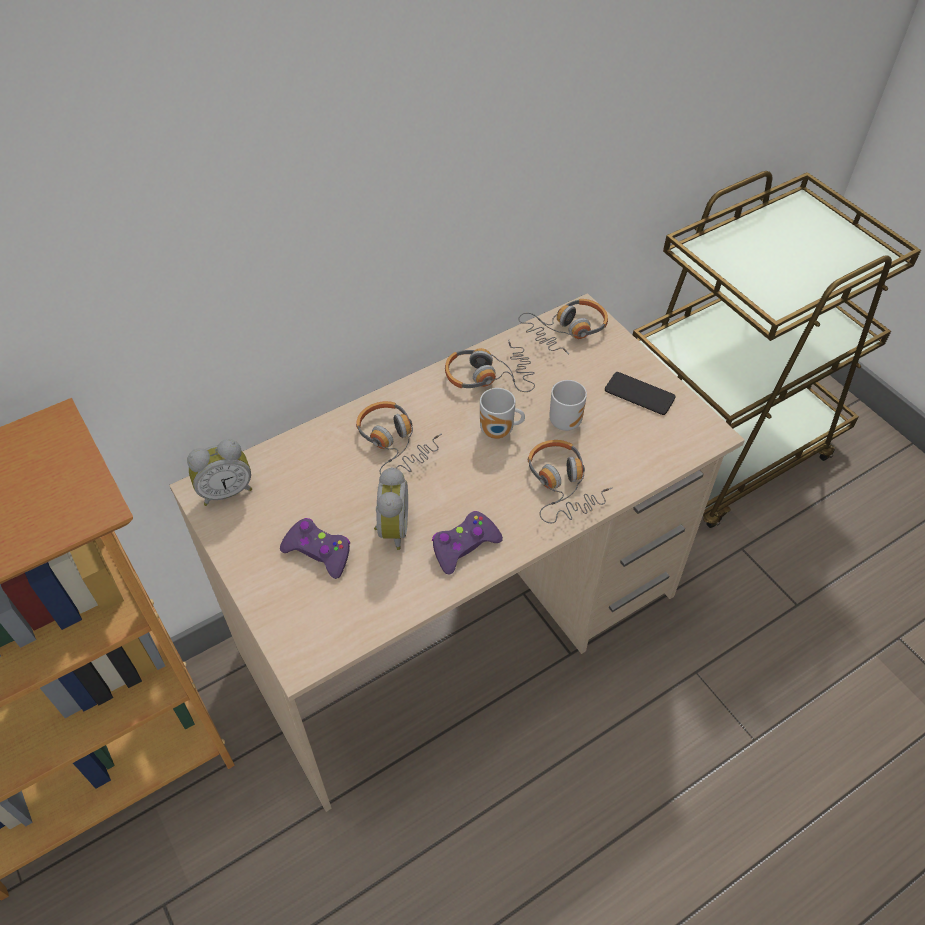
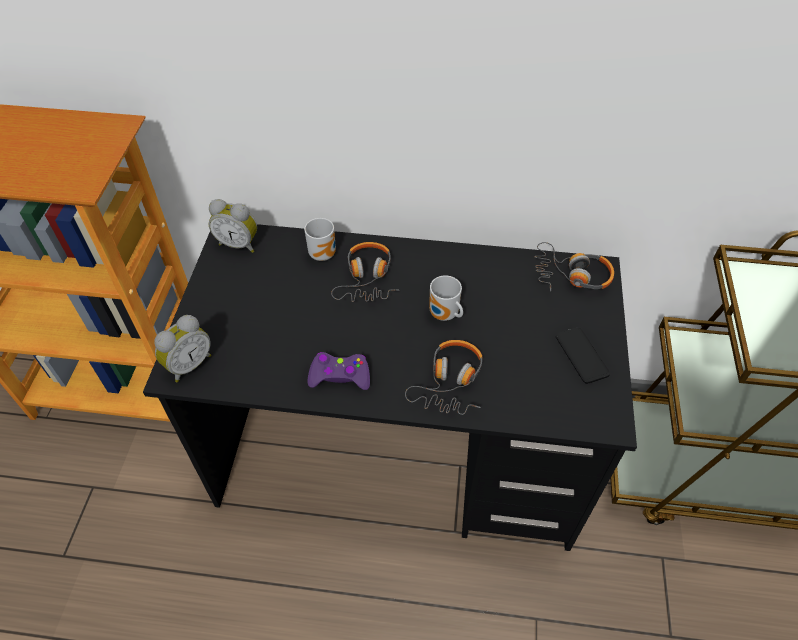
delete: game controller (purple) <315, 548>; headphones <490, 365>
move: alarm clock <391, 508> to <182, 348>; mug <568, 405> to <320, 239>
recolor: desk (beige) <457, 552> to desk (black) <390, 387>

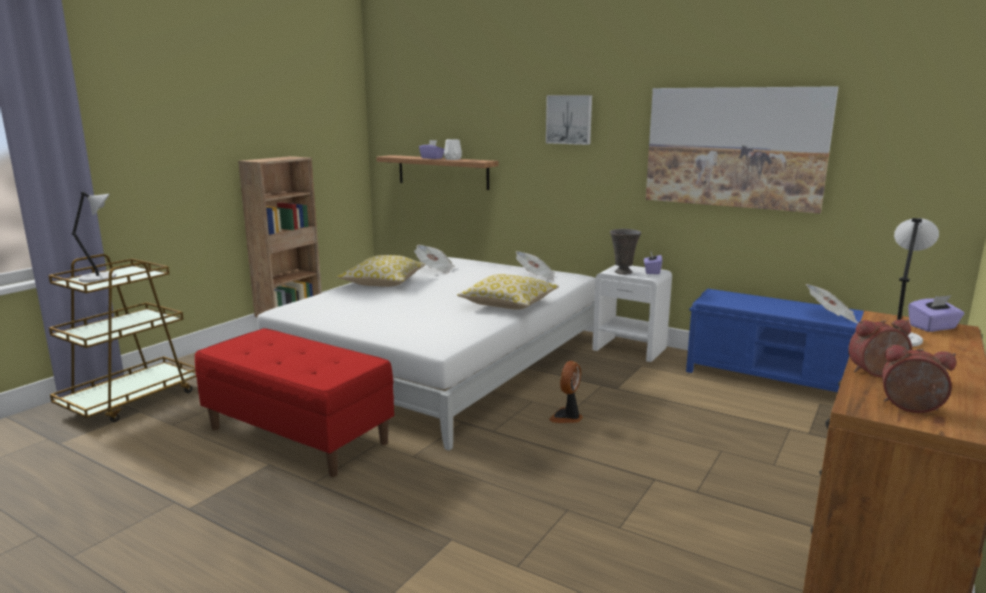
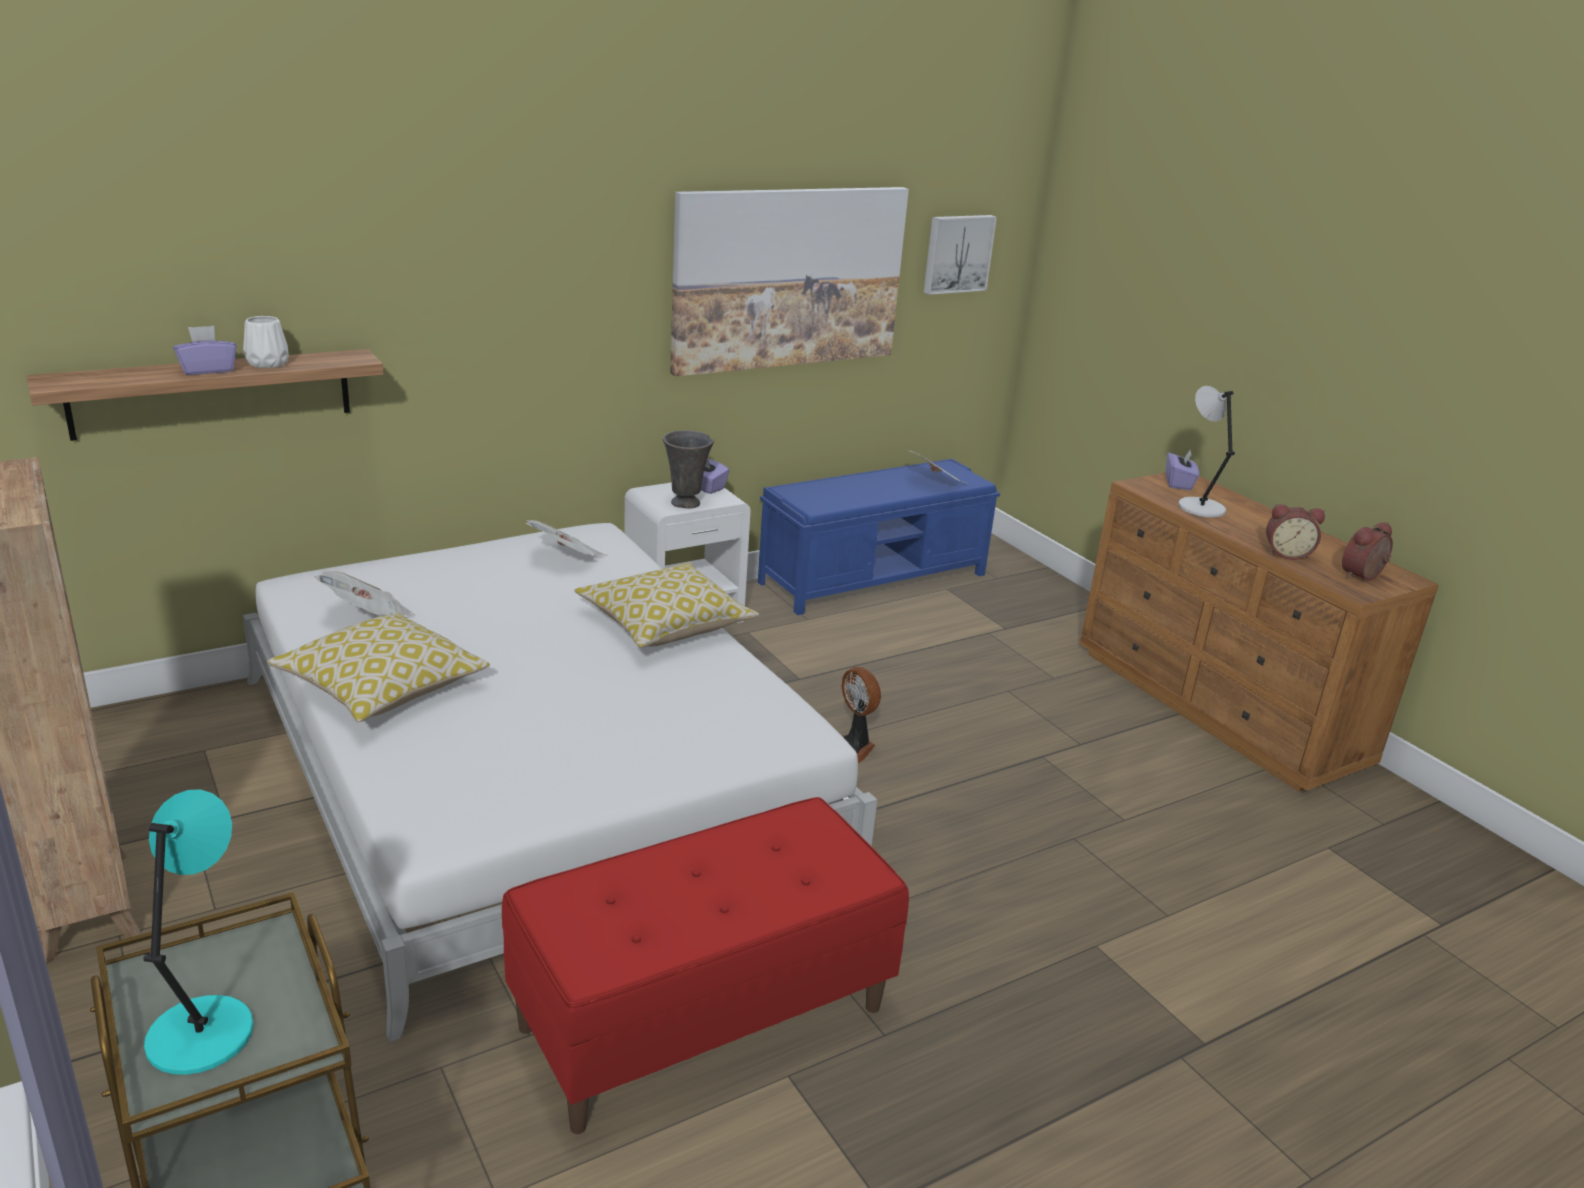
move: picture <569, 120> to <960, 255>
recolor: table lamp (grey) <94, 237> to table lamp (turquoise) <198, 932>
rotate: alarm clock <880, 348> = <1295, 532> 105 degrees counterclockwise

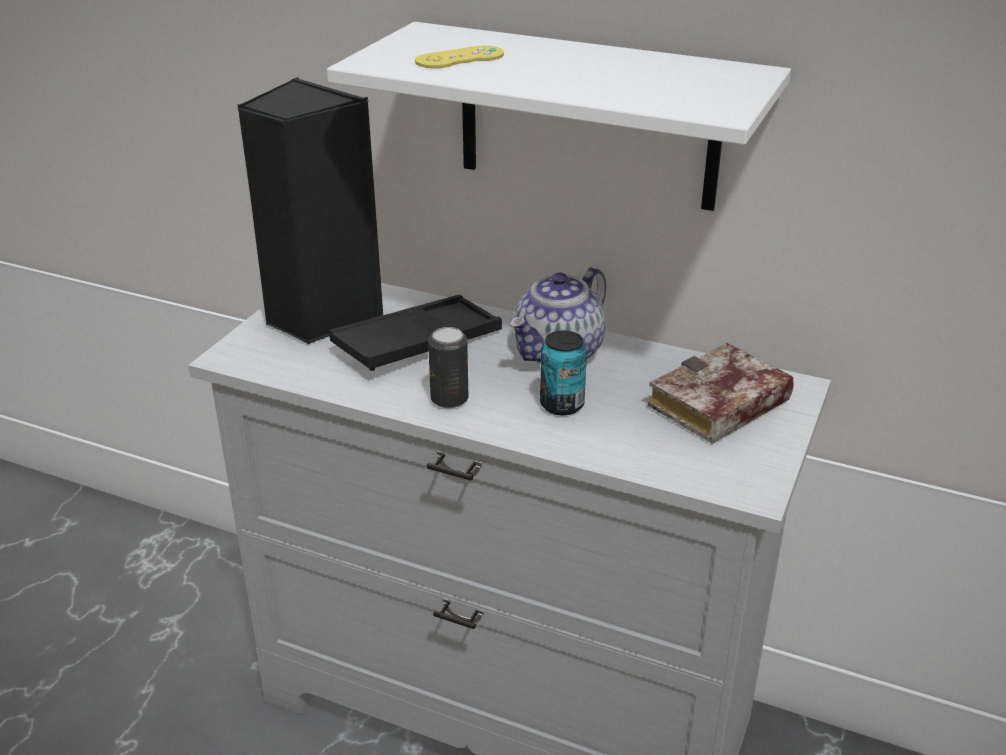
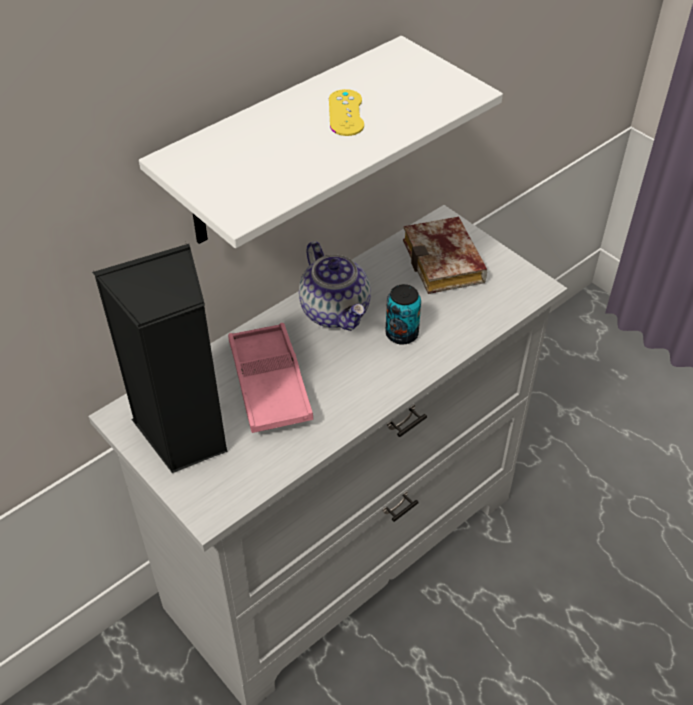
delete: can <448, 367>
move: game controller (yellow) <459, 57> to <346, 112>
recolor: tray (black) <415, 333> to tray (pink) <270, 378>

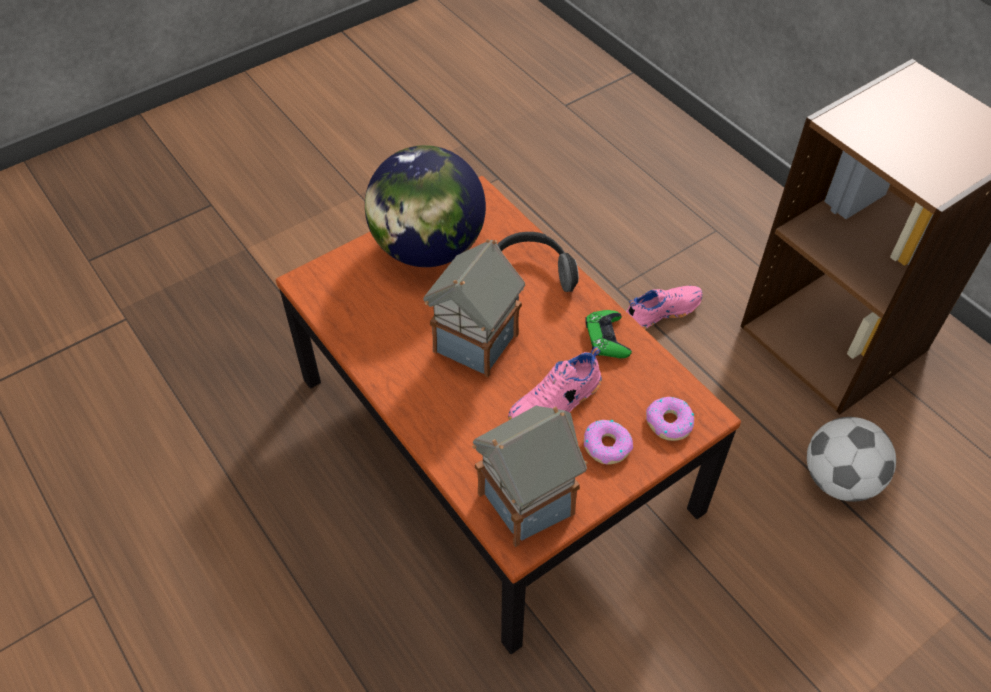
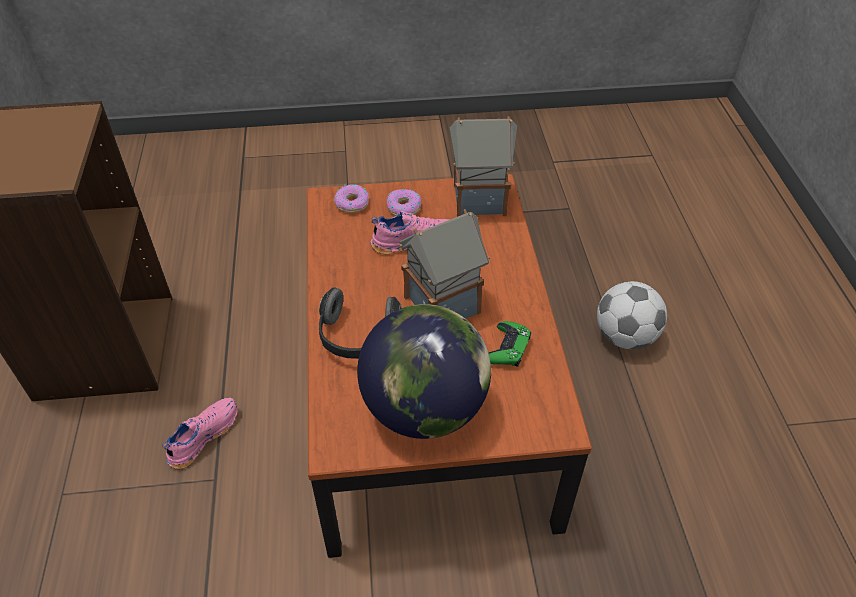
move: game controller (green) <608, 334> to <510, 344>; football <851, 459> to <632, 315>
rotate: shoe (pink) <664, 308> = <200, 433> 120 degrees clockwise

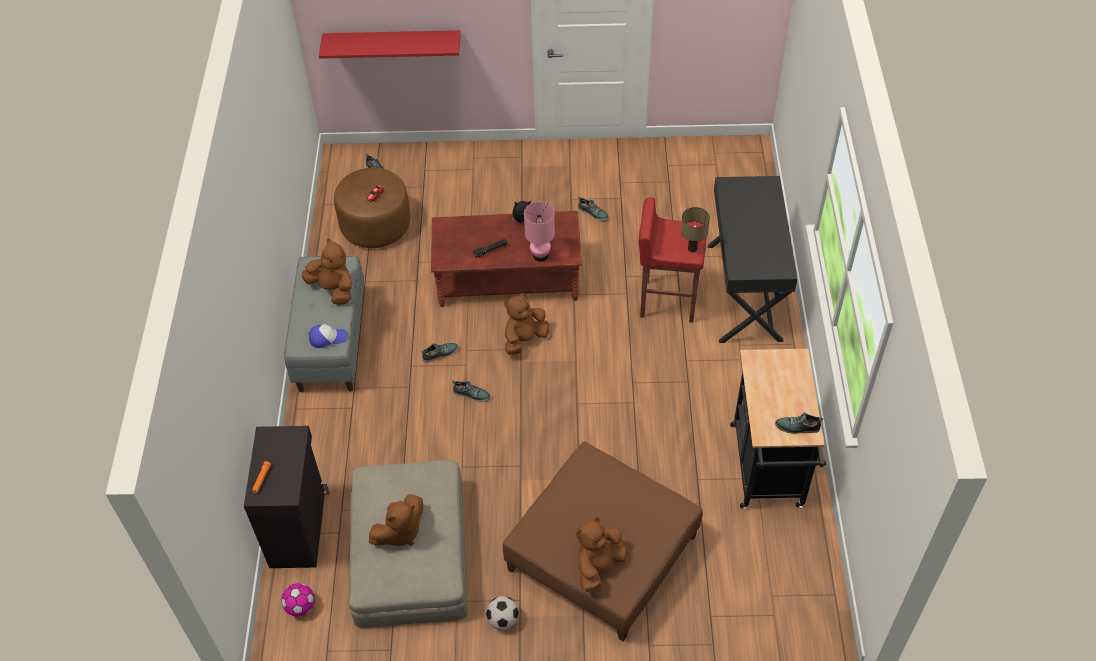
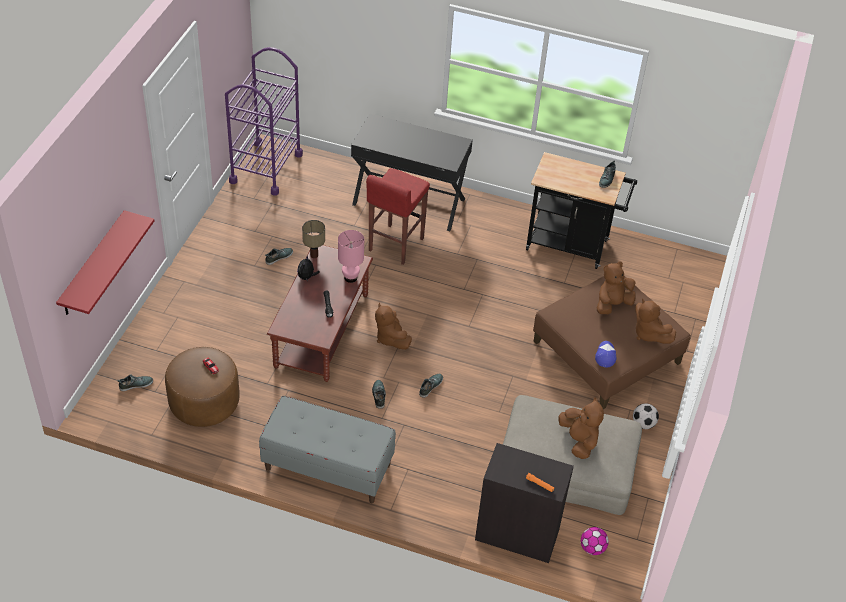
insert: cart (purple) <264, 121>
move: plush toy (brown) <327, 271> to <616, 288>; cap <328, 336> to <605, 354>; table lamp <695, 229> to <313, 239>

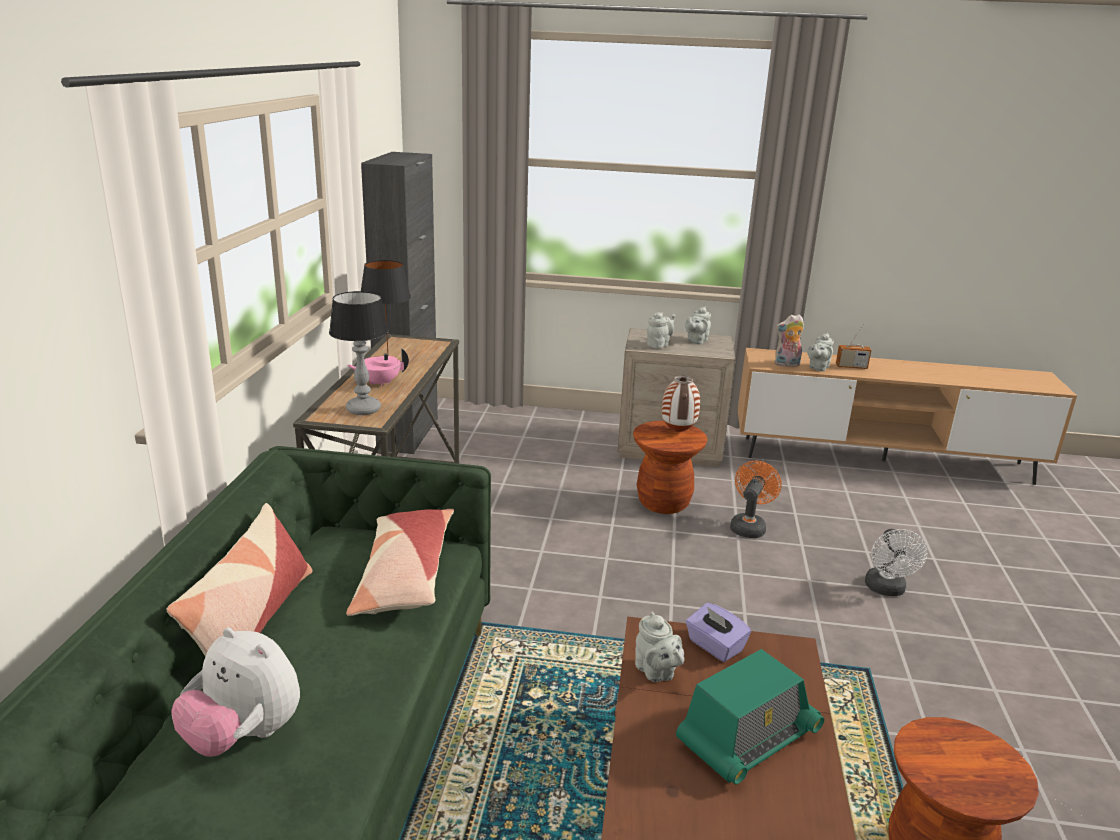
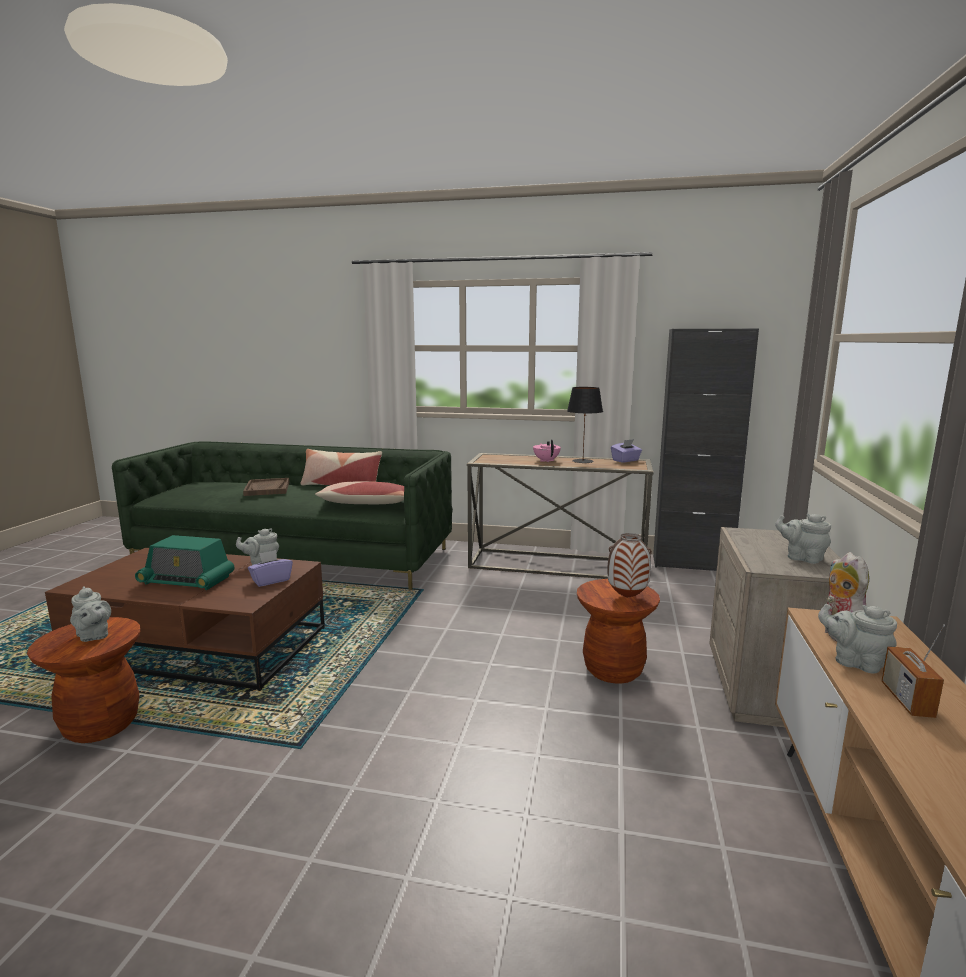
delete: table lamp <359, 353>; fan (orange) <756, 499>; fan (white) <896, 562>
insert: tissue box (purple) <626, 451>
move: teapot (grey) <661, 330> to <90, 614>
replace: plush toy <235, 692> to tray (brown) <266, 487>
rotate: radio <750, 717> = <184, 562> 45 degrees counterclockwise

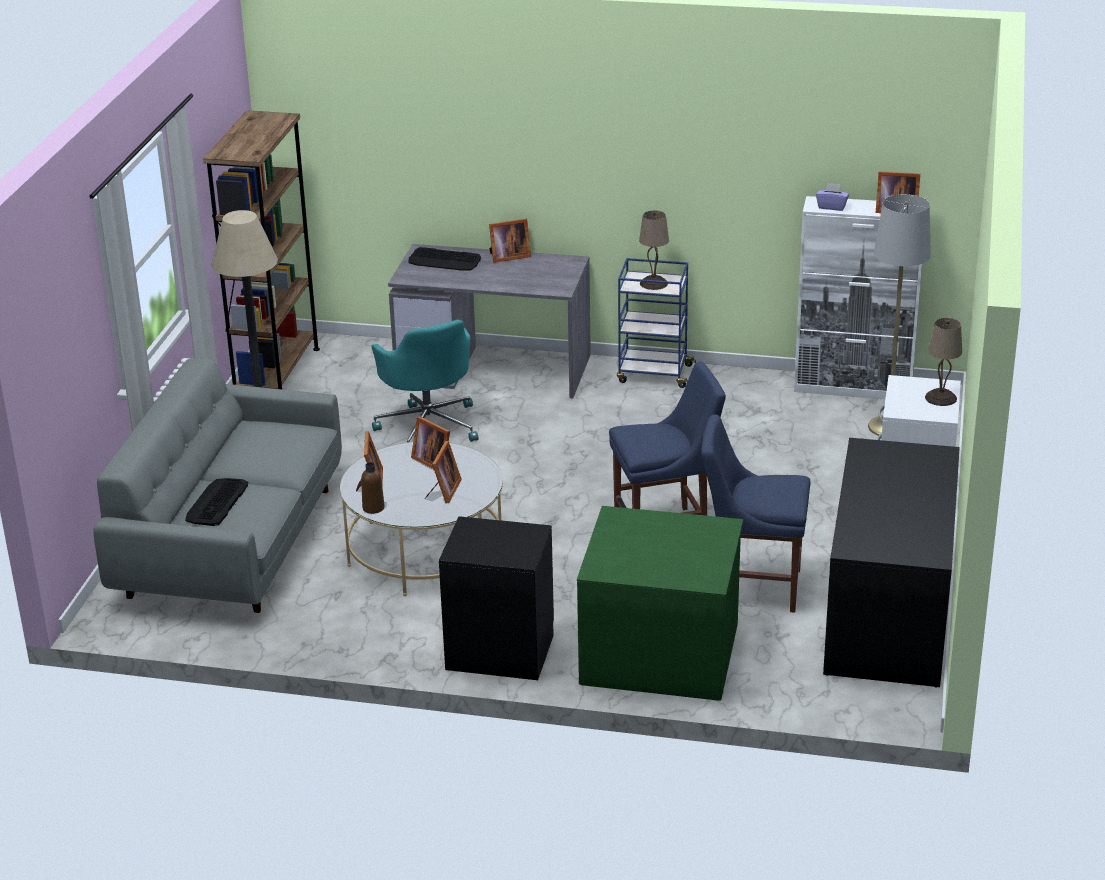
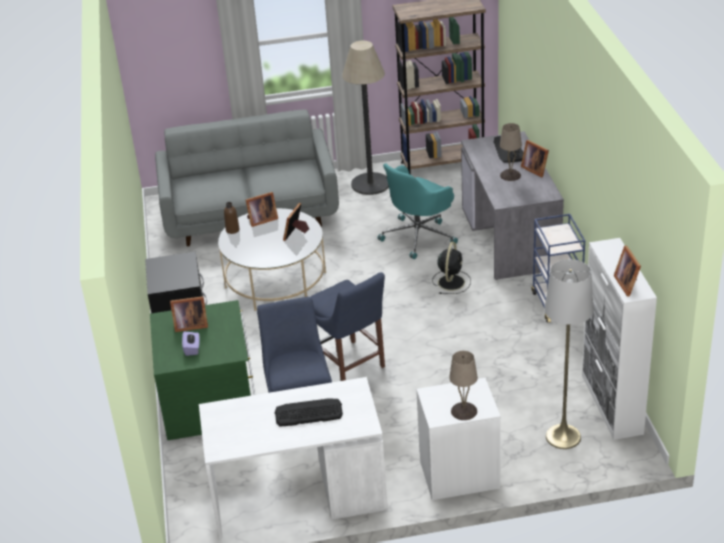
insert: fan (black) <451, 268>
move: keyboard <216, 502> to <308, 412>; picture frame <443, 472> to <189, 314>; table lamp (beige) <654, 250> to <511, 152>; tissue box (purple) <832, 197> to <191, 343>
recolor: desk (black) <891, 562> to desk (white) <293, 458>

